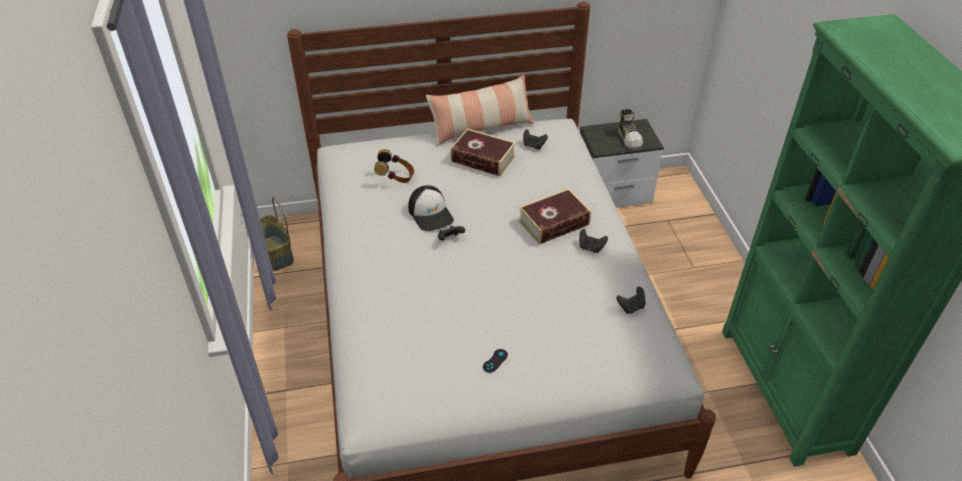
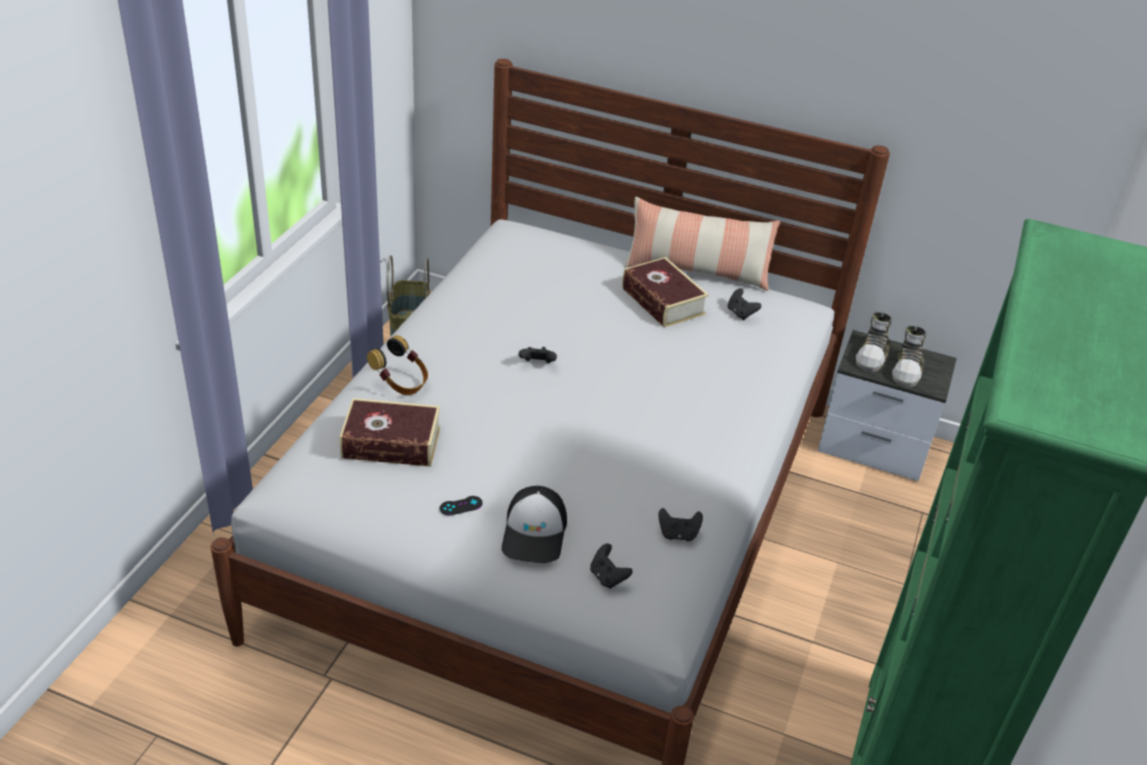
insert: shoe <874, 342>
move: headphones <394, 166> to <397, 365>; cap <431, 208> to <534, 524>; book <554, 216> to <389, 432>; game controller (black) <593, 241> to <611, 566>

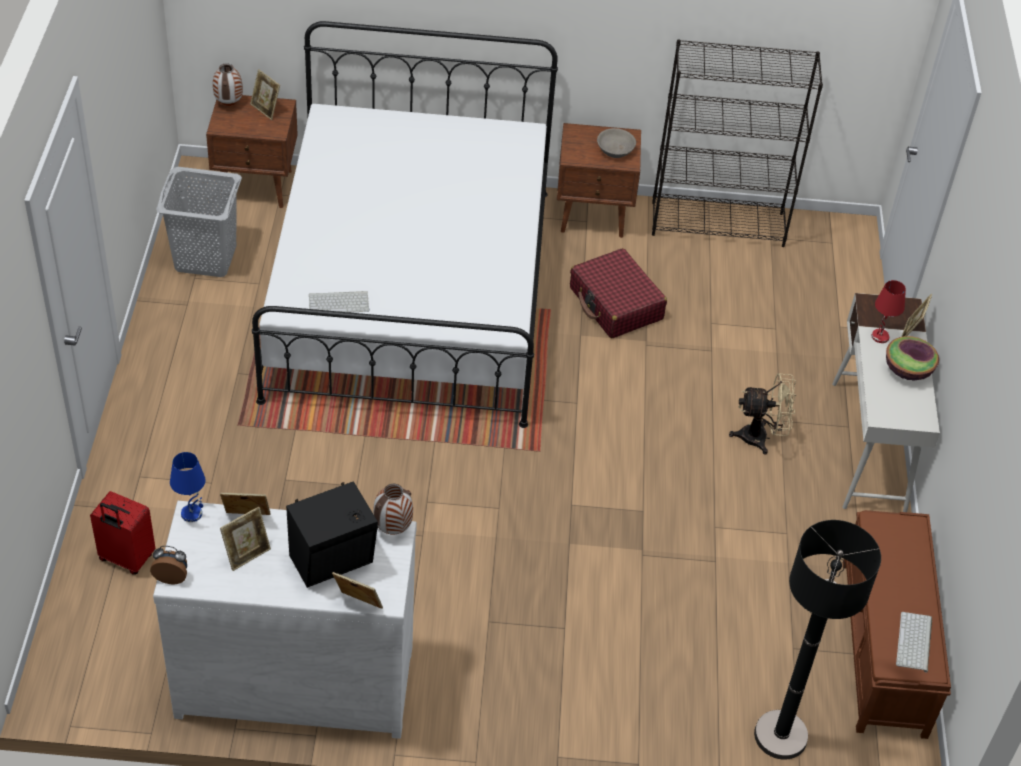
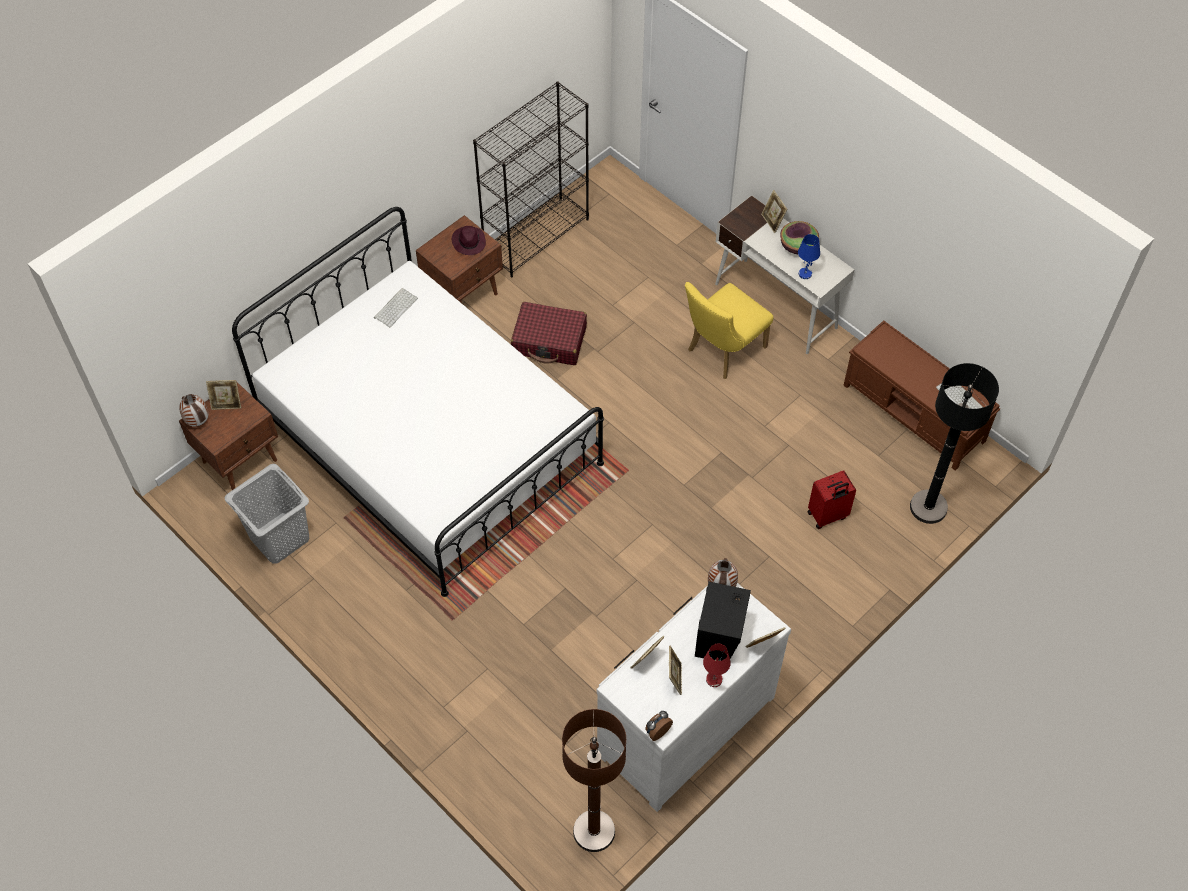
insert: floor lamp (brown) <594, 780>
move: suitcase (red) <122, 532> to <831, 499>; table lamp (blue) <187, 487> to <809, 256>; keyboard <339, 301> to <396, 307>; table lamp (red) <888, 311> to <717, 665>
replace: bowl (grey) <616, 143> to hat (purple) <469, 240>; fan (beige) <762, 413> to chair (yellow) <729, 330>

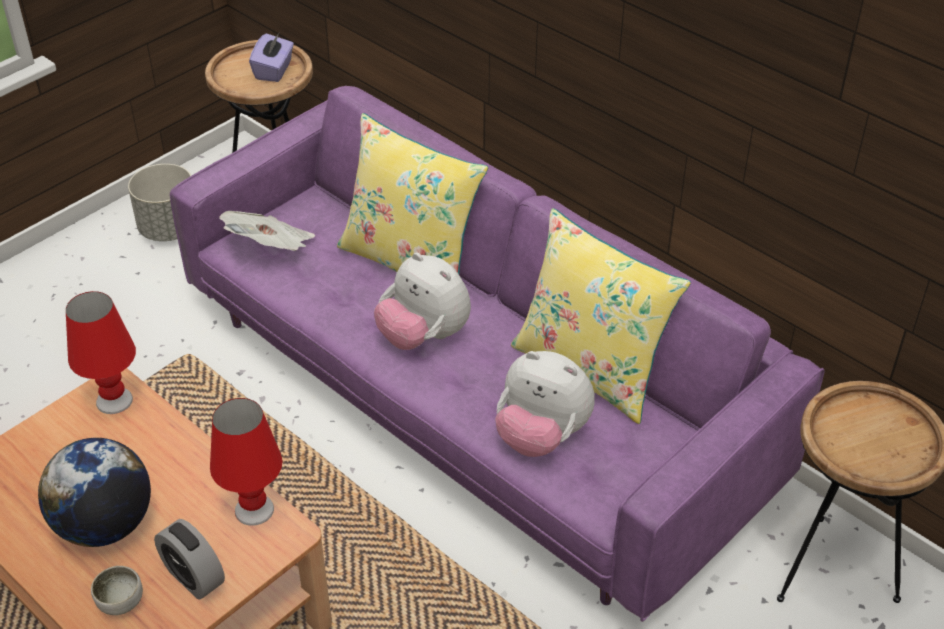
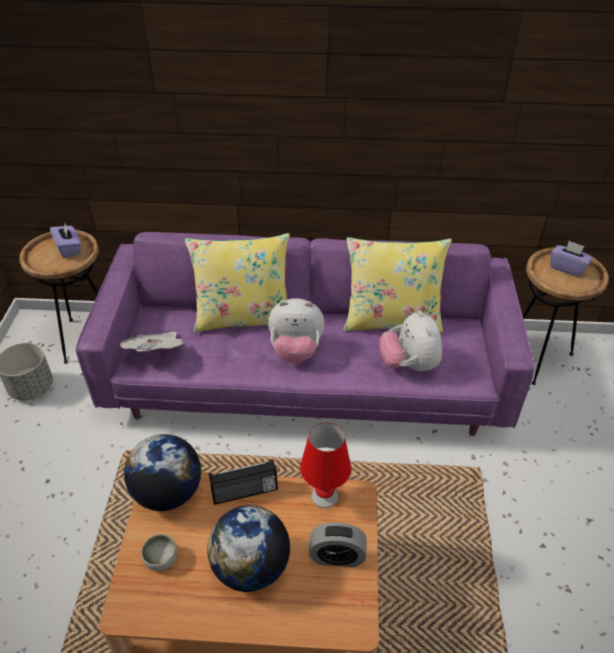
insert: radio <243, 482>; tissue box (purple) <571, 259>
move: bowl <117, 590> to <159, 552>
replace: table lamp (red) <101, 352> to globe <162, 472>
rotate: plush toy <545, 404> = <410, 341> 90 degrees clockwise

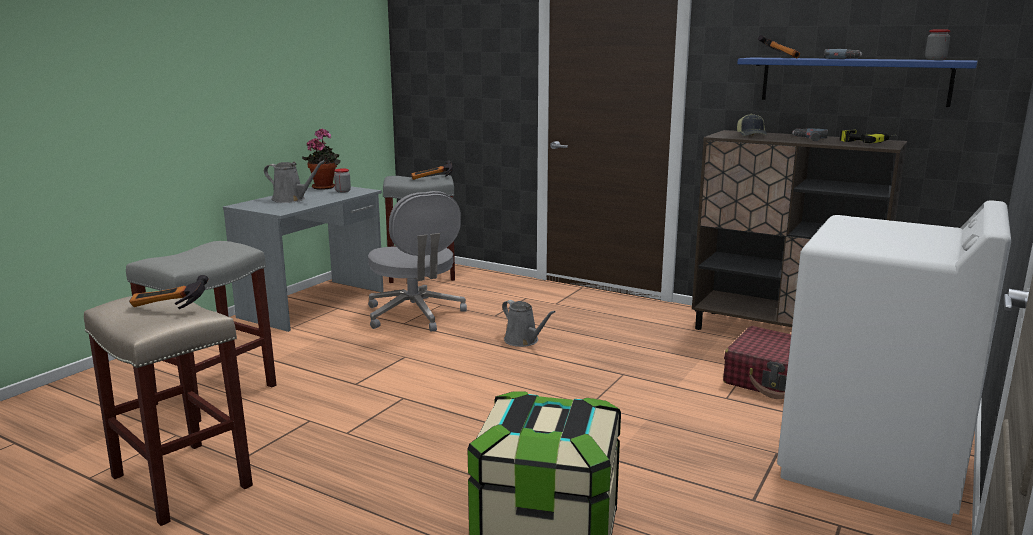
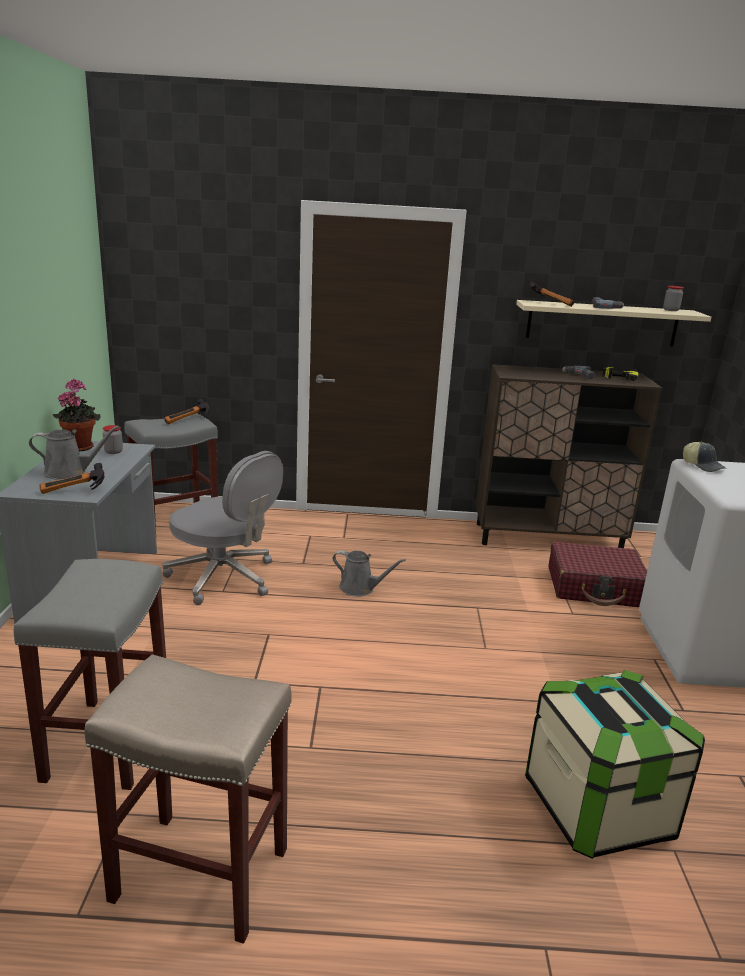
move: hammer <169, 292> to <72, 478>; cap <752, 125> to <705, 457>
recolor: shelf (blue) <857, 82> to shelf (beige) <614, 323>

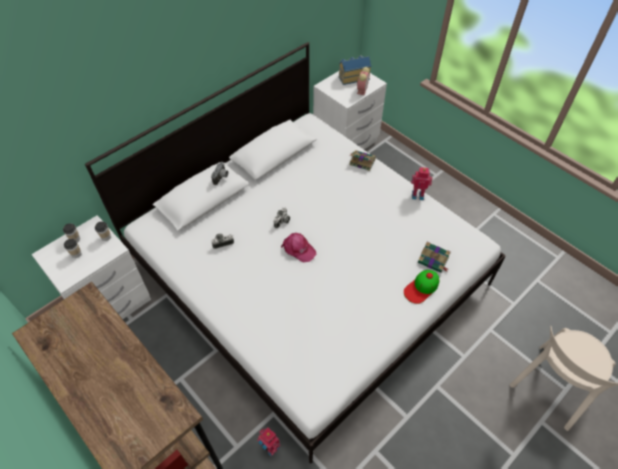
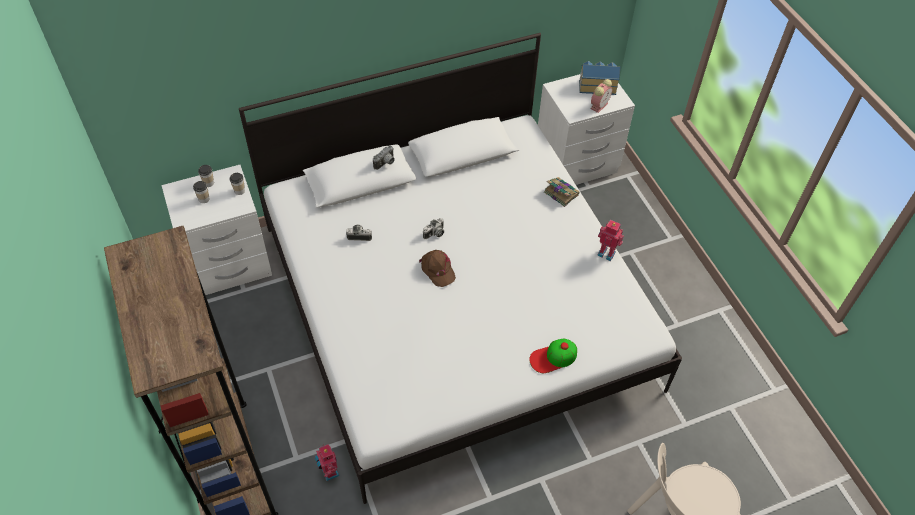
delete: book <434, 257>
recolor: cap (pink) <298, 247> to cap (brown) <437, 268>

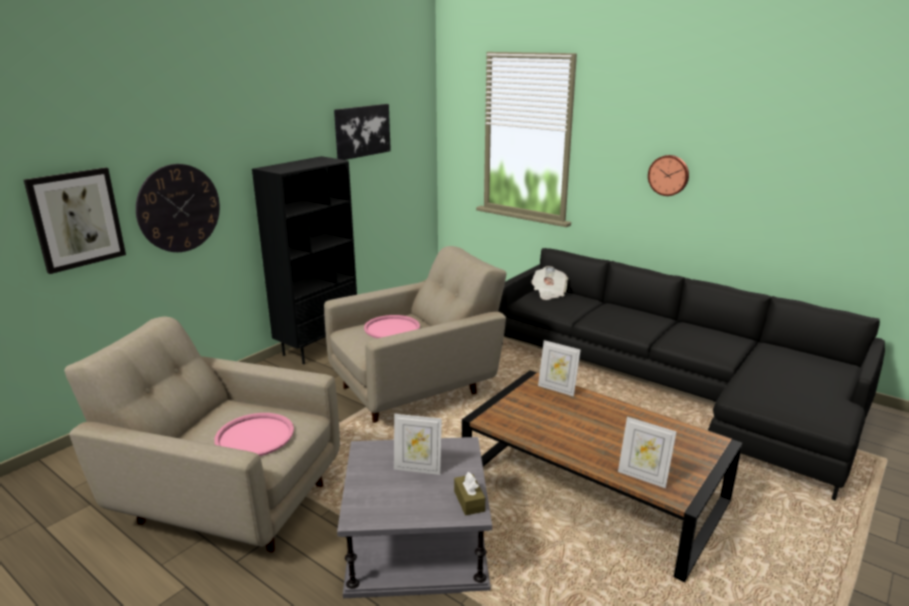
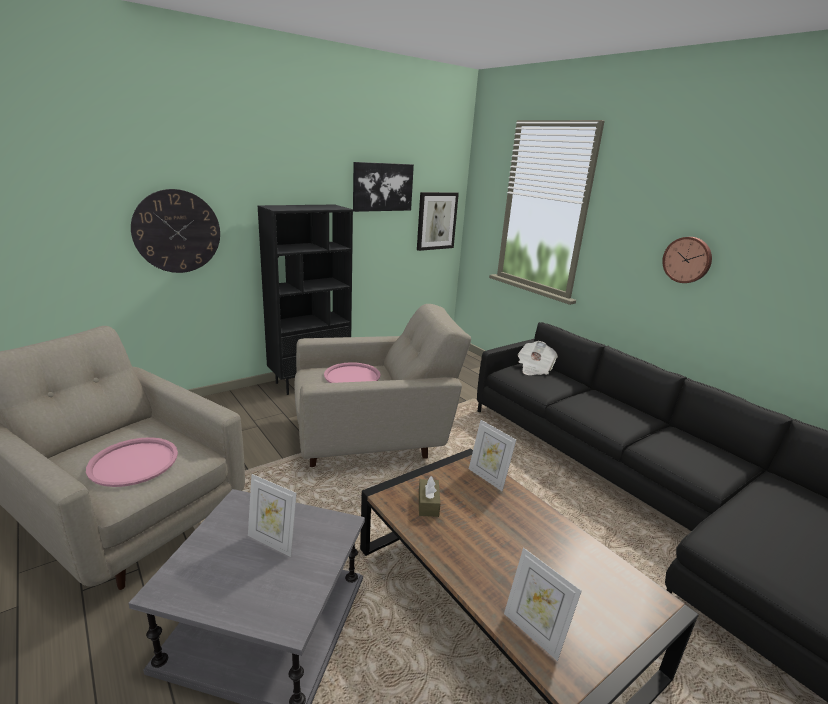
move: picture <75, 220> to <438, 221>; tissue box (brown) <469, 494> to <429, 496>

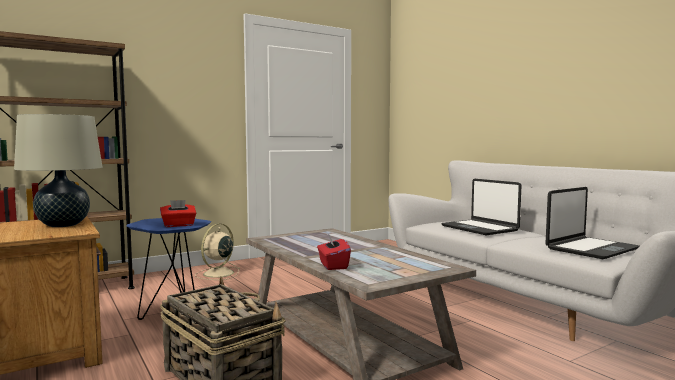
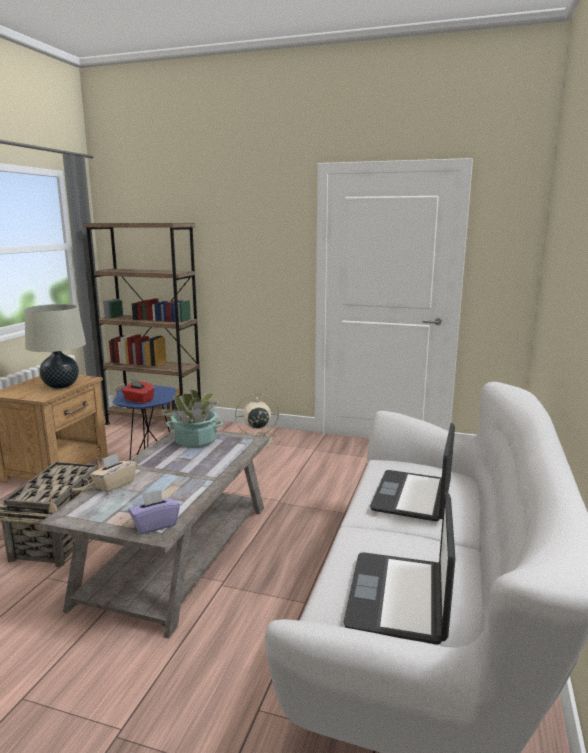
insert: tissue box (purple) <154, 512>; potted plant <192, 419>
recolor: tissue box (red) <334, 252> to tissue box (beige) <113, 473>
rotate: laptop <592, 223> = <399, 568> 90 degrees clockwise

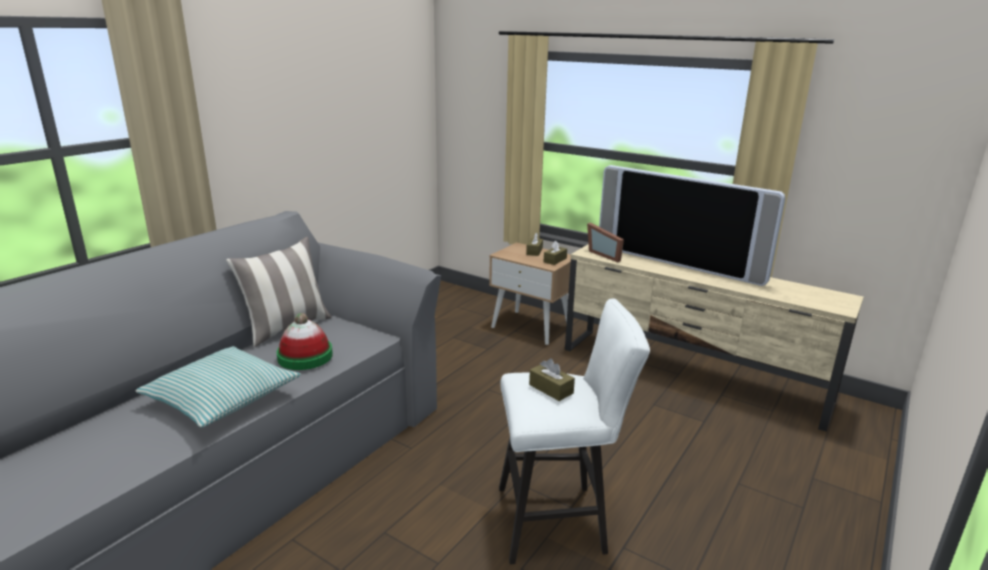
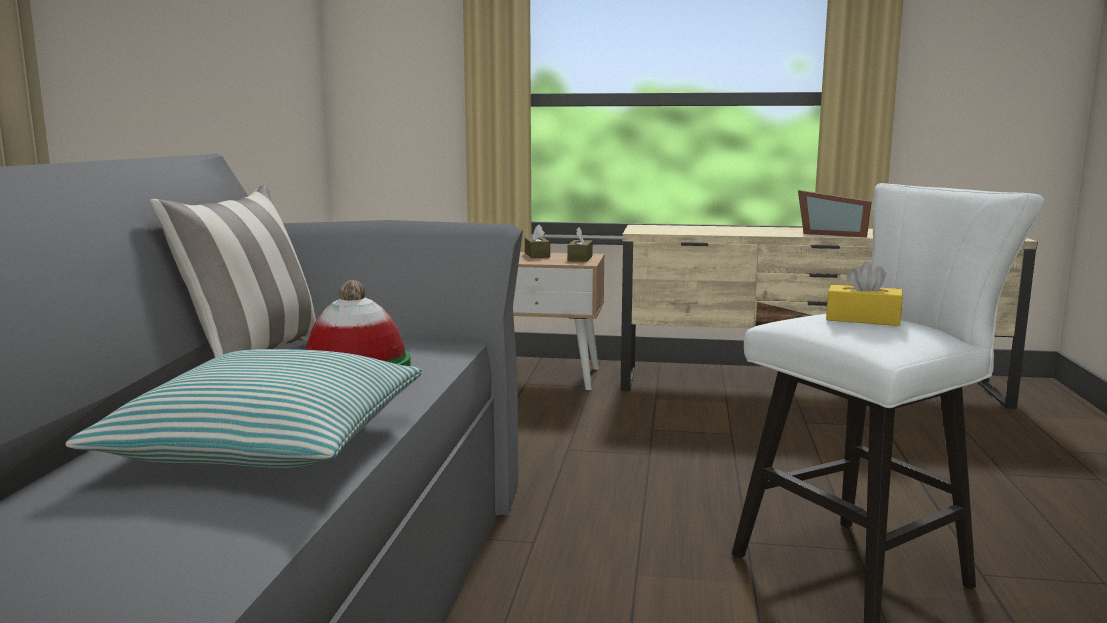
delete: television <692, 225>
move: picture frame <605, 242> to <835, 213>
recolor: tissue box (brown) <552, 379> to tissue box (yellow) <864, 293>

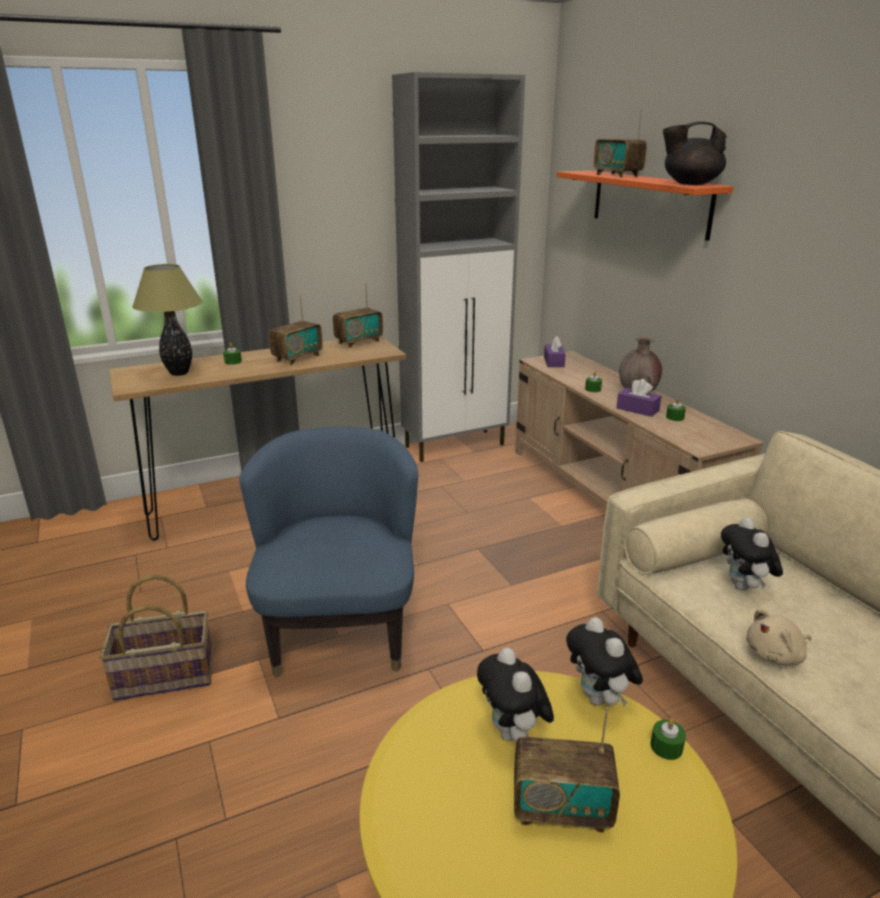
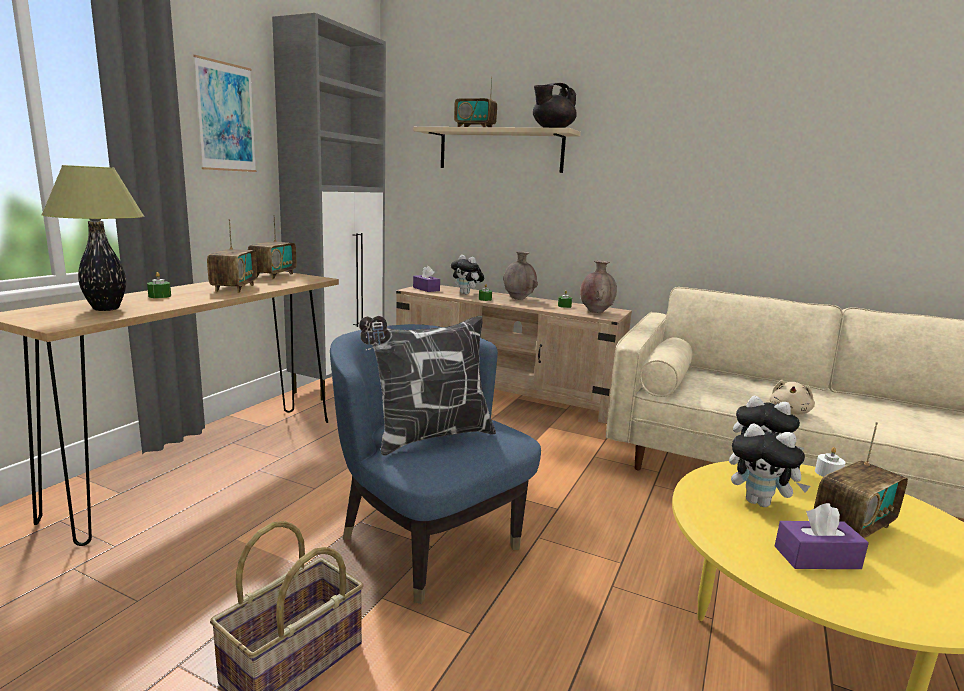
insert: picture <225, 113>; pillow <427, 386>; vase (brown) <598, 287>
move: tissue box (purple) <638, 398> to <822, 536>; plush toy <752, 554> to <467, 275>
recolor: shelf (orange) <645, 205> to shelf (beige) <497, 150>; candle (green) <668, 739> to candle (white) <830, 462>

